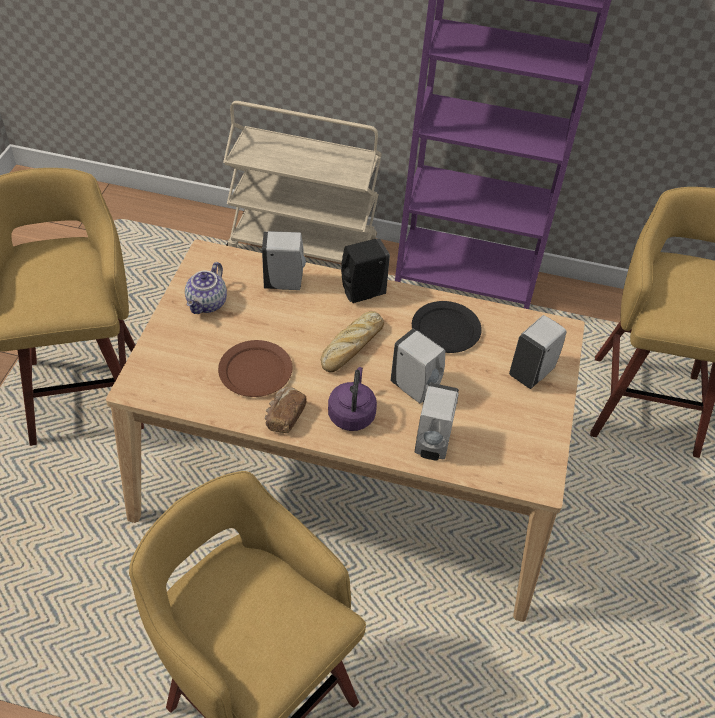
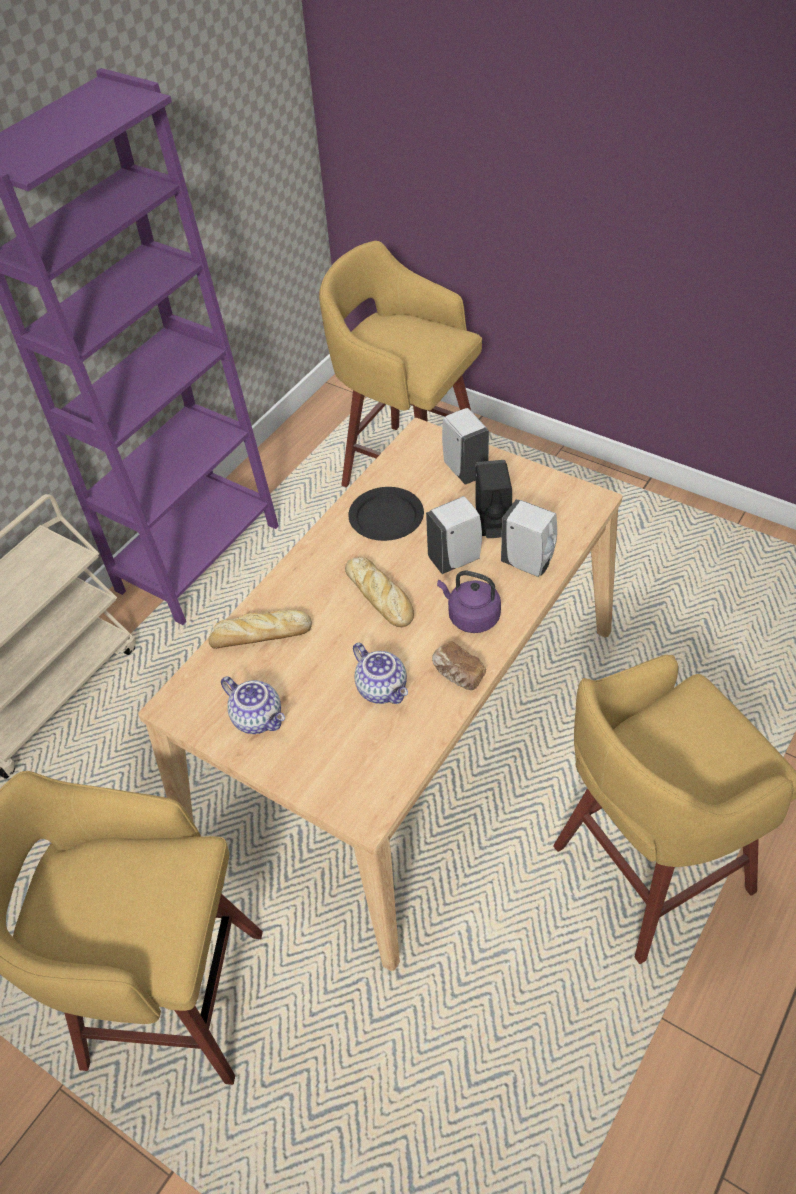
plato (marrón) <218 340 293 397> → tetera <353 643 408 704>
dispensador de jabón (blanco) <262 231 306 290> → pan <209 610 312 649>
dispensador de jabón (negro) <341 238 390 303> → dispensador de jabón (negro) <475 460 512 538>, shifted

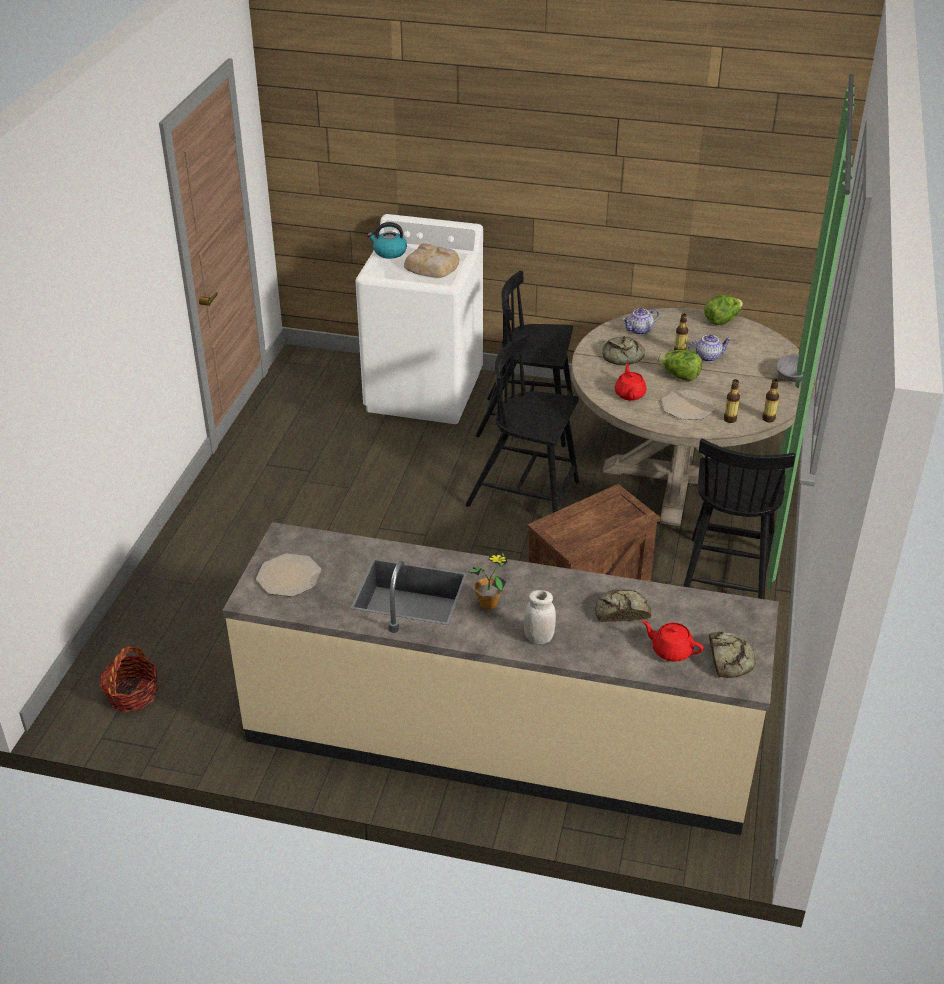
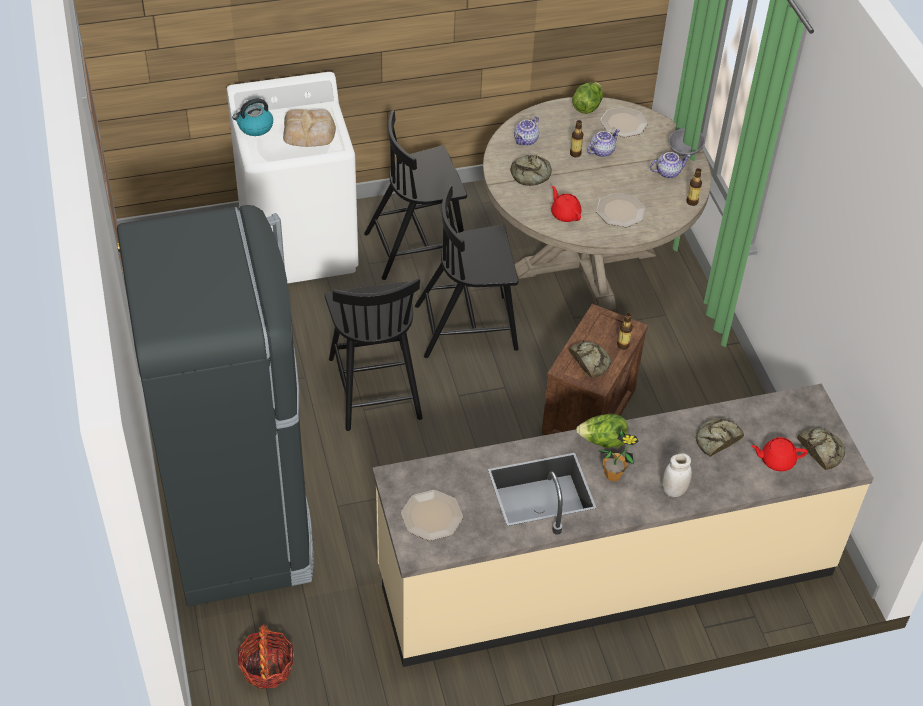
lechuga <657 350 702 381> → lechuga <576 414 628 448>, shifted
silla (negro) <683 438 795 599> → silla (negro) <324 278 423 431>, shifted
botella <724 379 740 423> → botella <617 313 632 350>, shifted
- → nevera (negro) <117 205 314 607>
- → pan <569 342 611 378>
- → plato <600 107 648 137>
- → tetera <650 152 691 178>

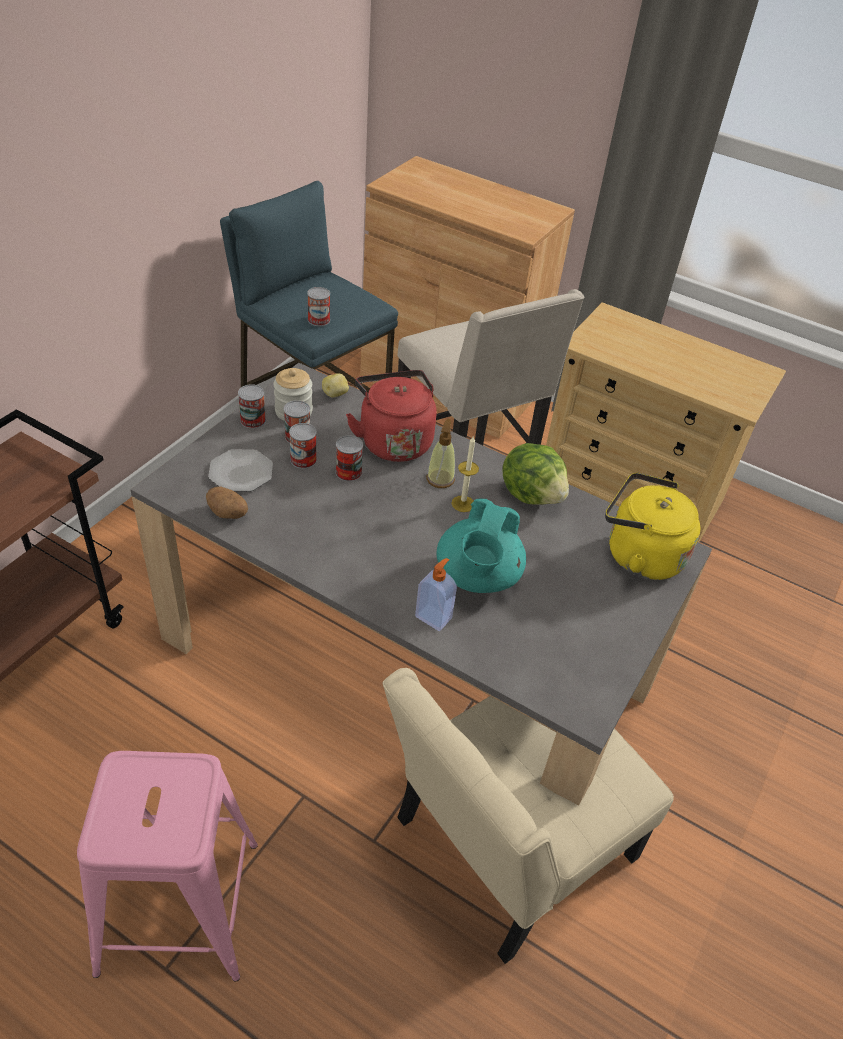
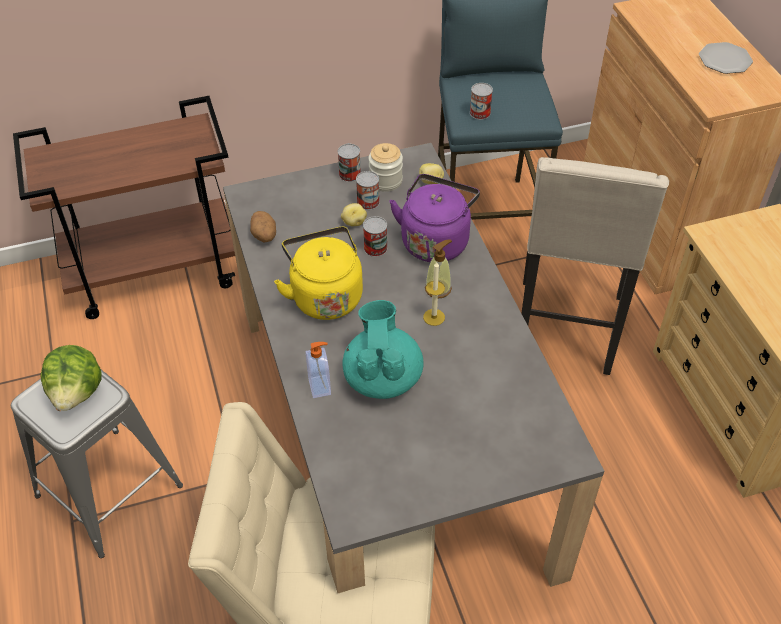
taburete (rosa) <77 751 258 982> → taburete (gris) <11 370 183 558>
plato <208 449 273 492> → plato <699 42 753 74>, shifted
lata <289 423 317 469> → patata <341 203 367 226>
hervidor (rojo) <346 370 436 462> → hervidor (morado) <389 174 480 262>
tetera (turquesa) <436 499 526 593> → tetera (turquesa) <343 300 423 399>, 120 degrees clockwise
lechuga <503 443 569 505> → lechuga <41 345 102 411>, shifted
hervidor (amarillo) <605 473 700 580> → hervidor (amarillo) <274 227 363 320>, shifted

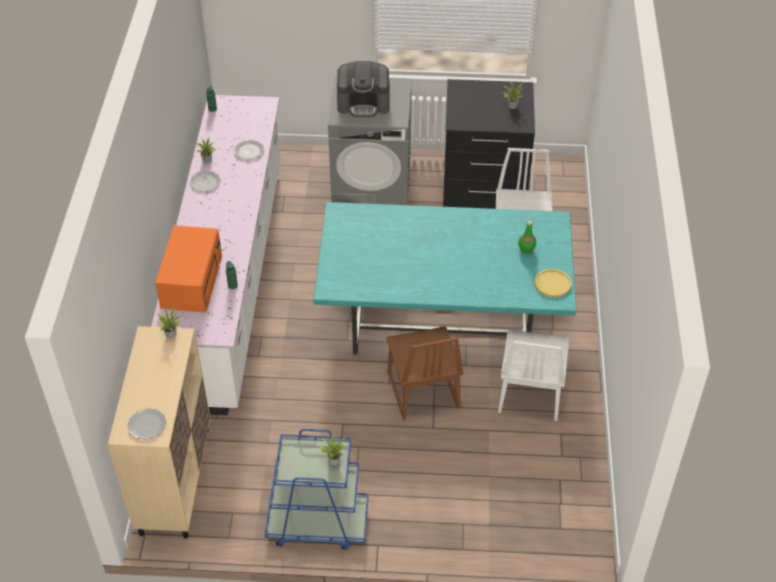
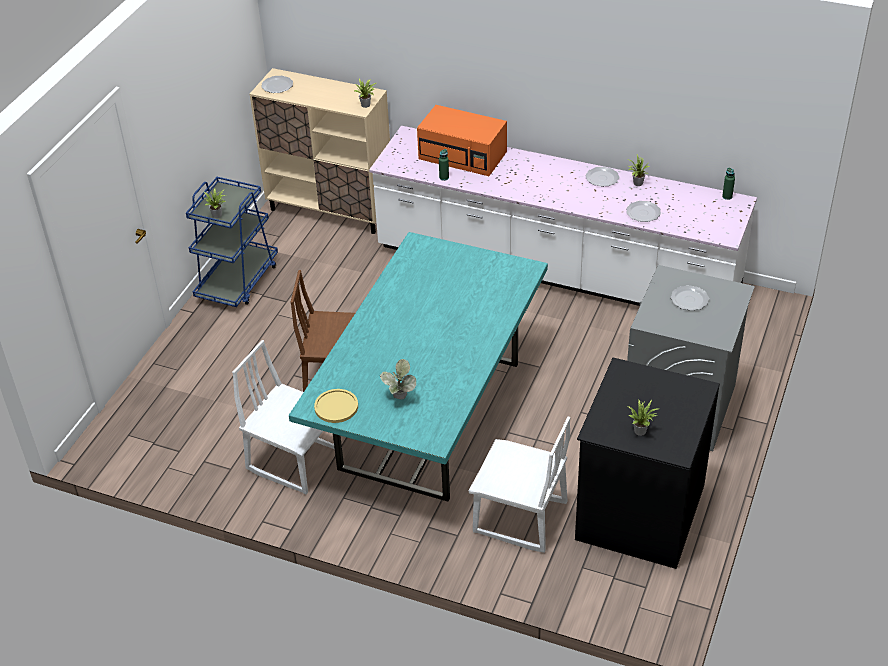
cafetera <337 61 390 117> → plato <671 285 709 311>
botella (verde) <518 221 536 254> → planta en maceta <380 359 416 399>

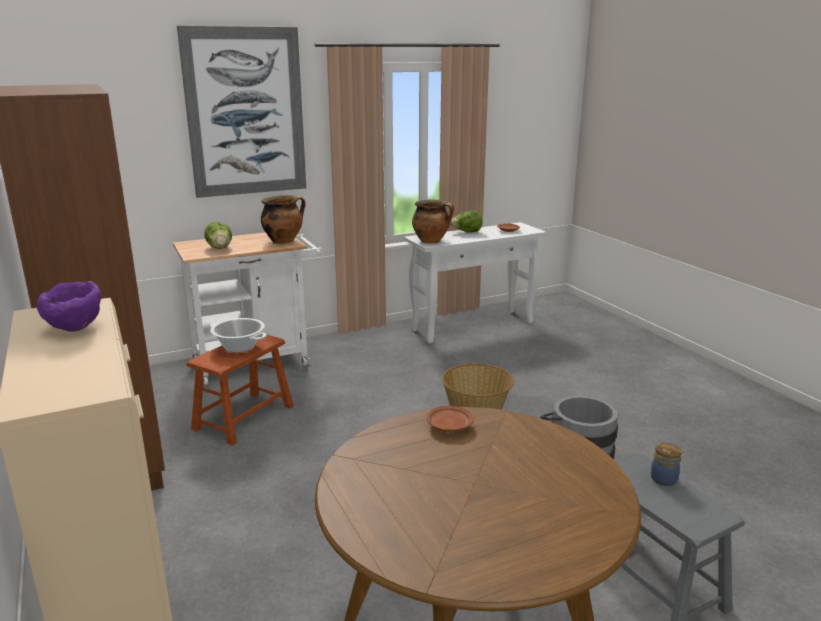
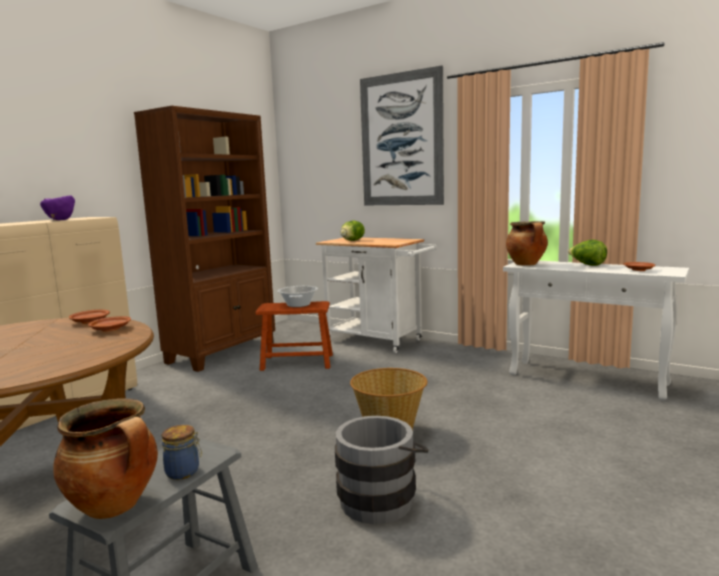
olla <261 195 306 244> → olla <53 398 158 519>, shifted
- → plato (marrón) <69 309 110 324>

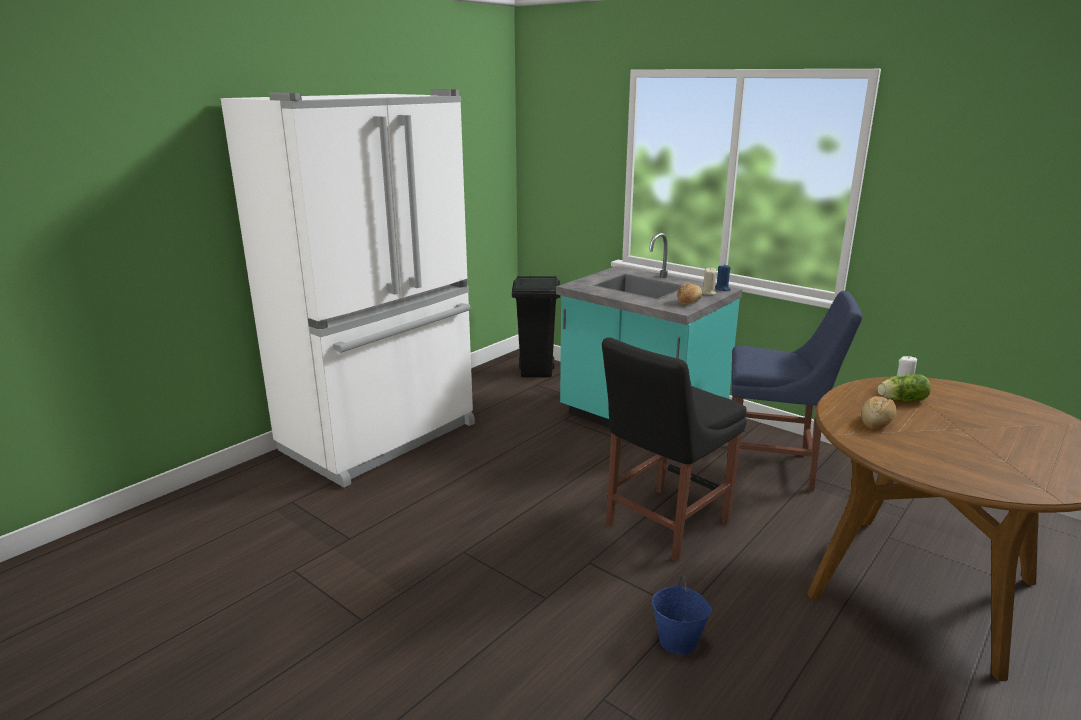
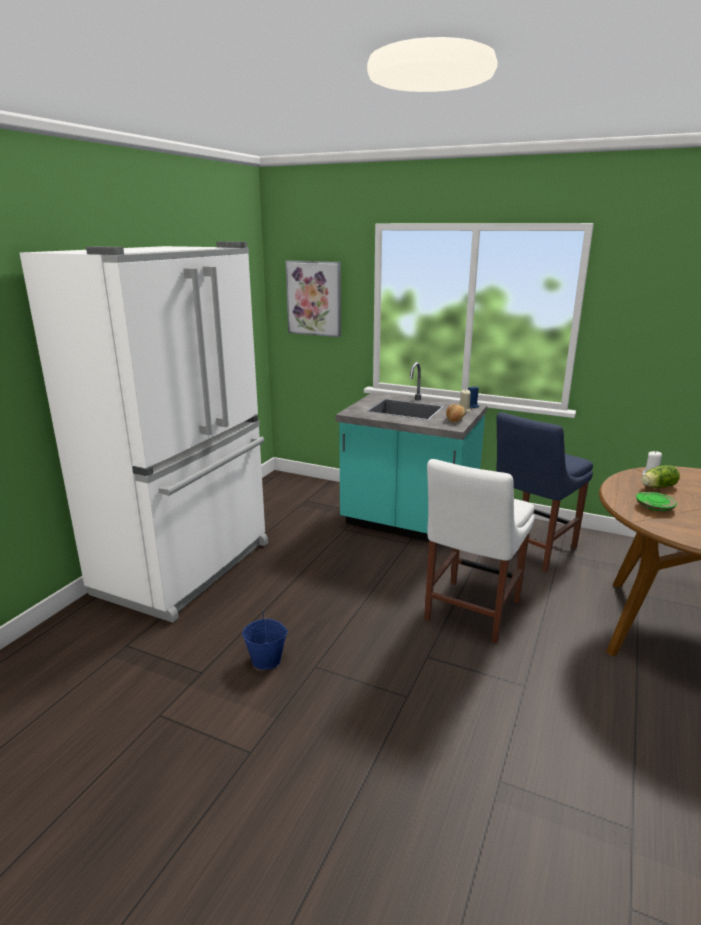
papelera (negro) <512 275 560 377> → -
silla (negro) <602 337 747 562> → silla (blanco) <424 459 535 643>
cubo (azul) <652 576 712 655> → cubo (azul) <242 610 288 670>, shifted
silla (azul) <728 291 863 492> → silla (azul) <496 412 593 572>, 135 degrees clockwise
pan <861 396 897 429> → plato (verde) <636 492 677 511>
- → cuadro <285 261 341 337>

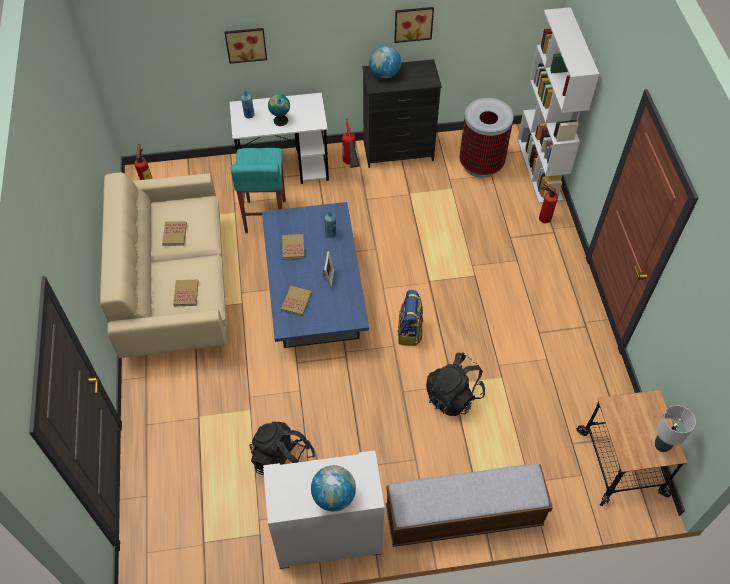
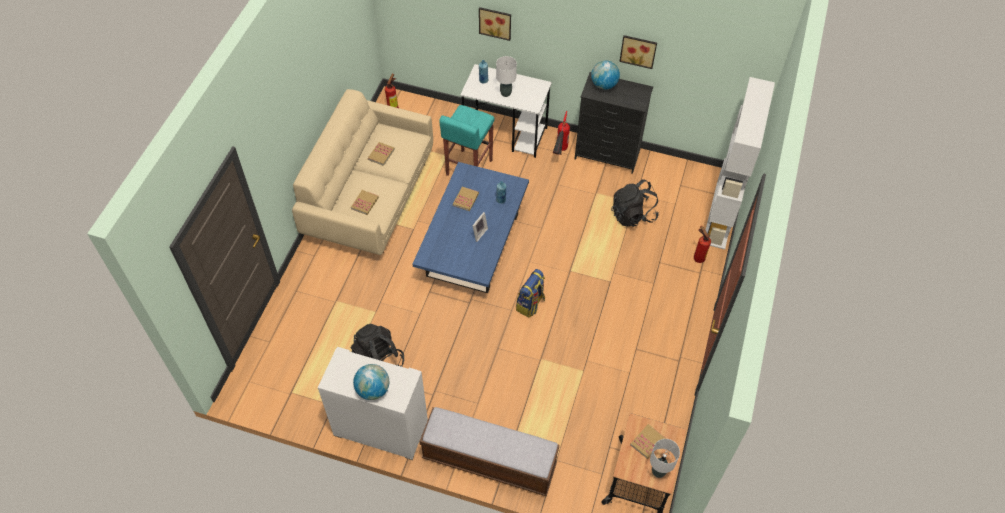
globo terráqueo <268 94 290 126> → lámpara de mesa (blanco) <496 56 517 97>
libro <281 286 312 316> → libro <630 424 665 459>, shifted
mochila (negro) <426 352 485 416> → mochila (negro) <611 179 658 227>, shifted
papelera <459 98 514 178> → -

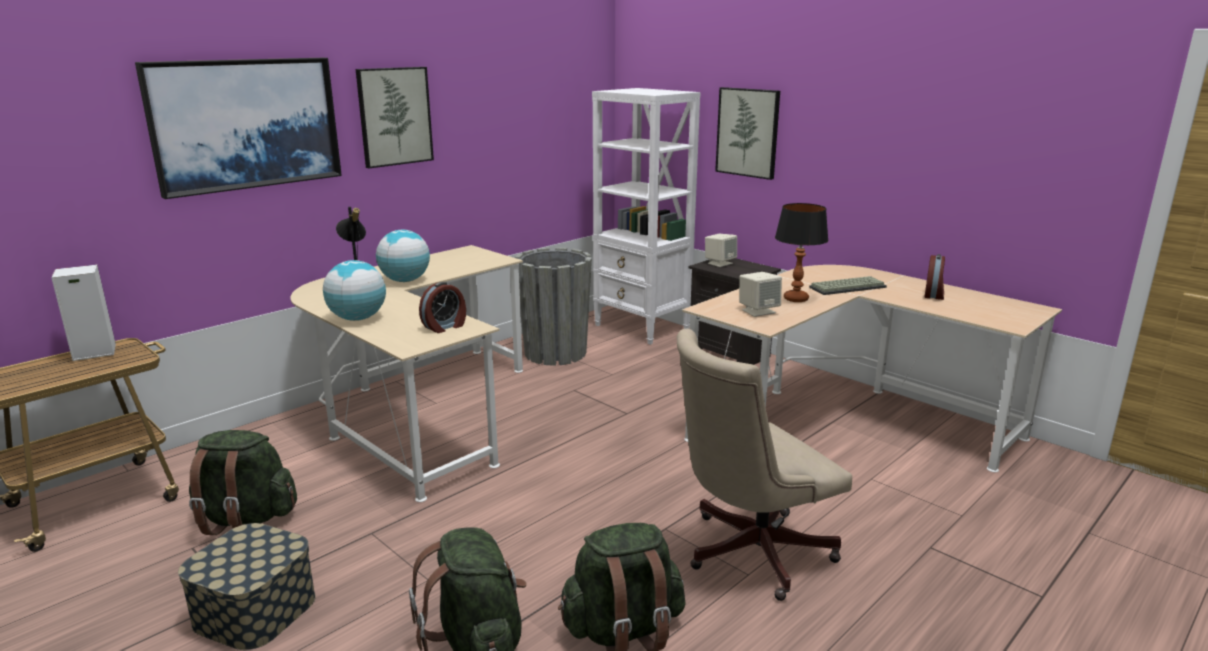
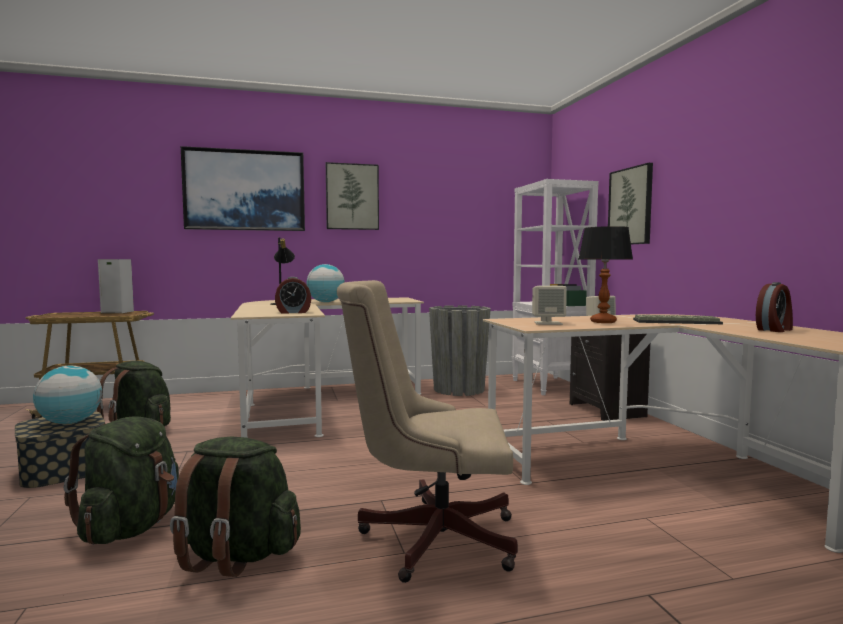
globo terráqueo <323 260 386 321> → globo terráqueo <33 366 102 424>, shifted

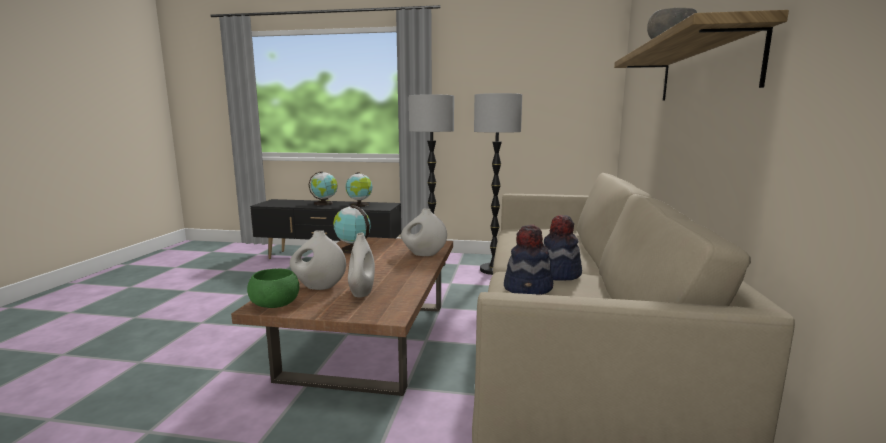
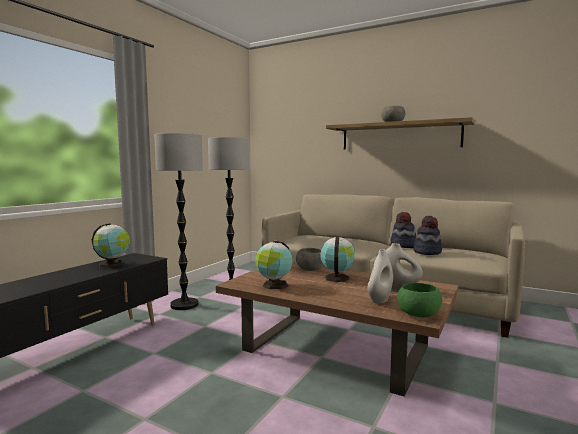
globo terráqueo <308 171 338 205> → globo terráqueo <320 236 355 282>, shifted
florero (blanco) <401 208 447 256> → cuenco (gris) <296 248 324 271>

